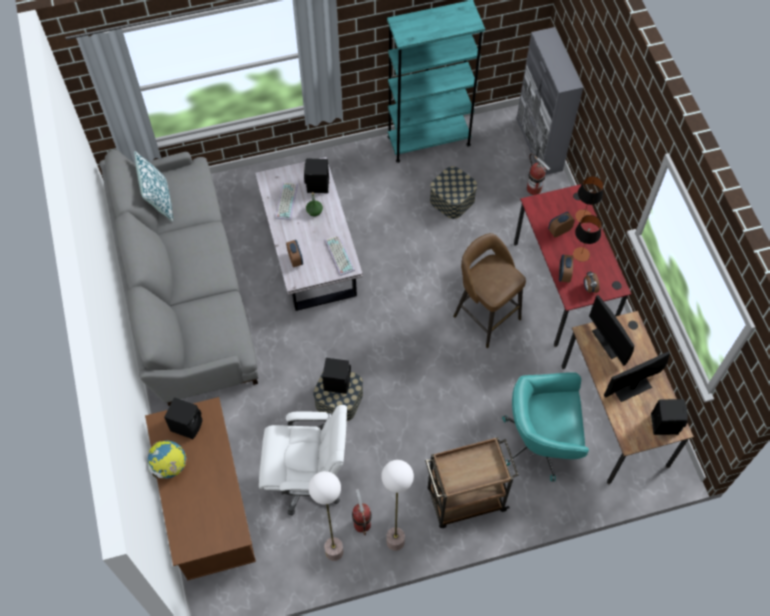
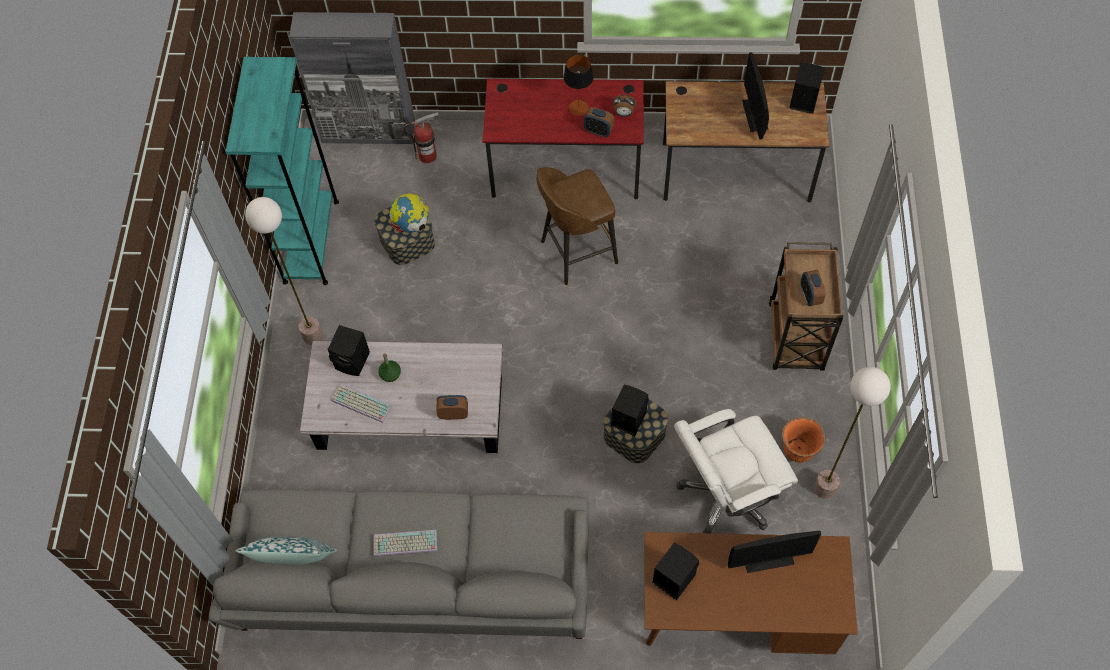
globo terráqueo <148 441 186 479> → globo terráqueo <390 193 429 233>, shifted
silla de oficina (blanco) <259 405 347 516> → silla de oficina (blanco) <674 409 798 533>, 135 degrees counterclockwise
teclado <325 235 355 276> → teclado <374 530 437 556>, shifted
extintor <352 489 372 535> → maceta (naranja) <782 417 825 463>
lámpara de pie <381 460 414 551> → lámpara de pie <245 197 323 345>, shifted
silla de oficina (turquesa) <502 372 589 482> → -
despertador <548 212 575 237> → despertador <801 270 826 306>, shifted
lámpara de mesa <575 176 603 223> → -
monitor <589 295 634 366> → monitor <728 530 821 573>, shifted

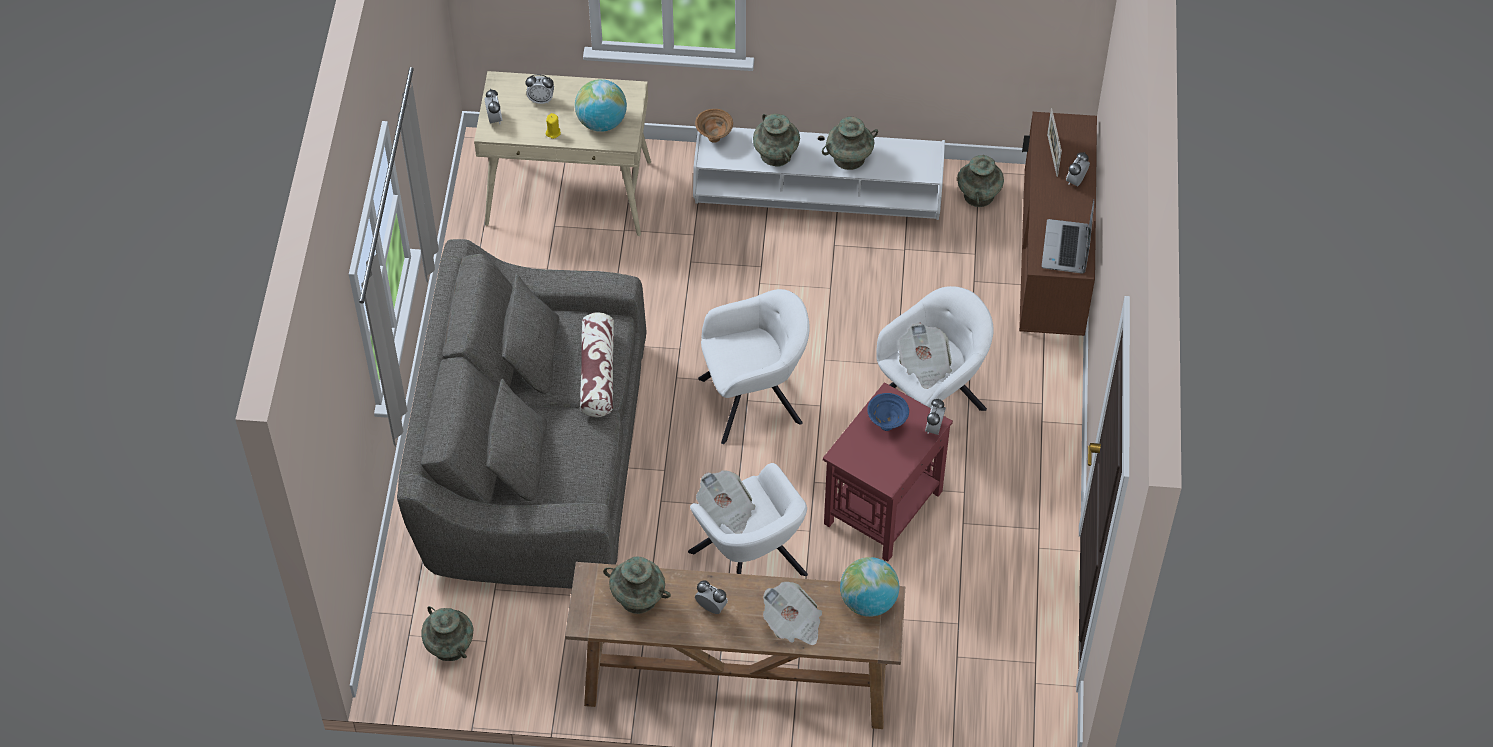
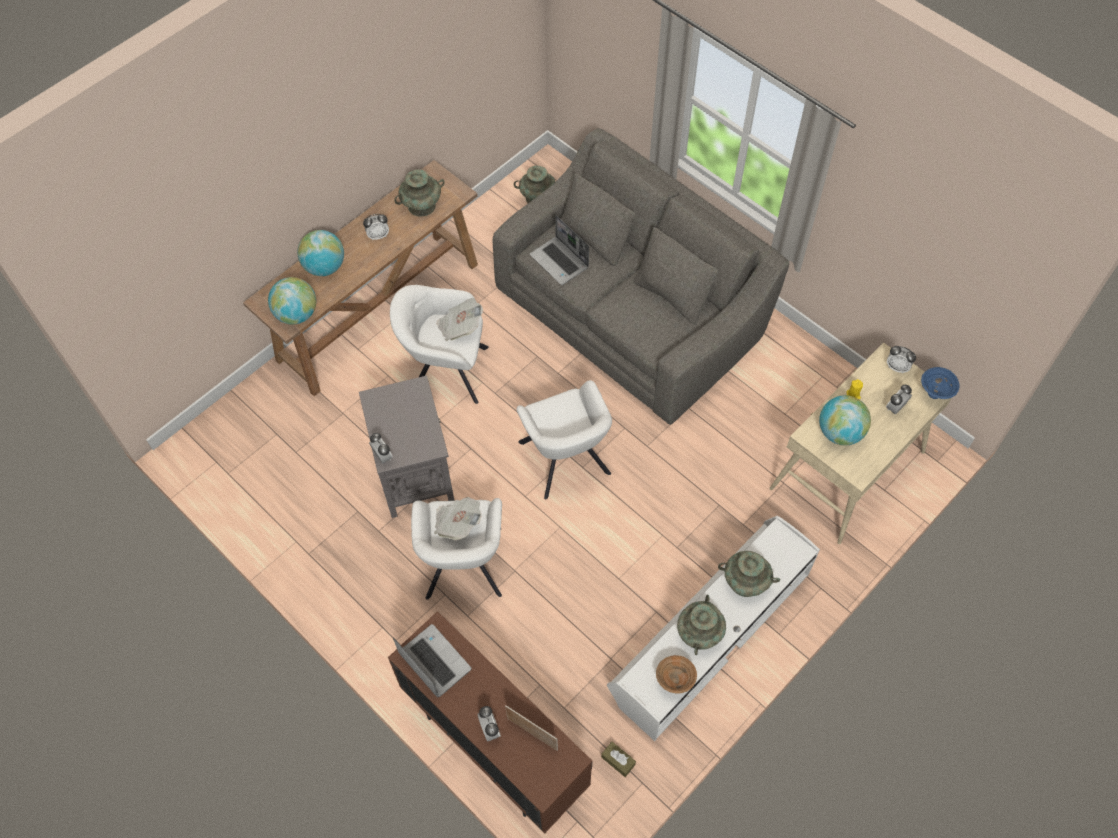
cojín <580 312 614 417> → -
cuenco (marrón) <695 109 733 143> → cuenco (marrón) <656 655 697 694>, shifted
sillón (blanco) <698 289 810 444> → sillón (blanco) <516 380 612 499>, 45 degrees counterclockwise
periódico <763 582 822 645> → globo terráqueo <297 230 344 276>
mesa auxiliar (rojo) <823 382 953 562> → mesa auxiliar (gris) <359 375 455 518>
cuenco (azul) <867 393 909 431> → cuenco (azul) <921 367 960 399>, shifted
florero (turquesa) <957 155 1004 207> → caja de pañuelos (marrón) <601 742 636 777>
- → portátil <530 215 589 285>

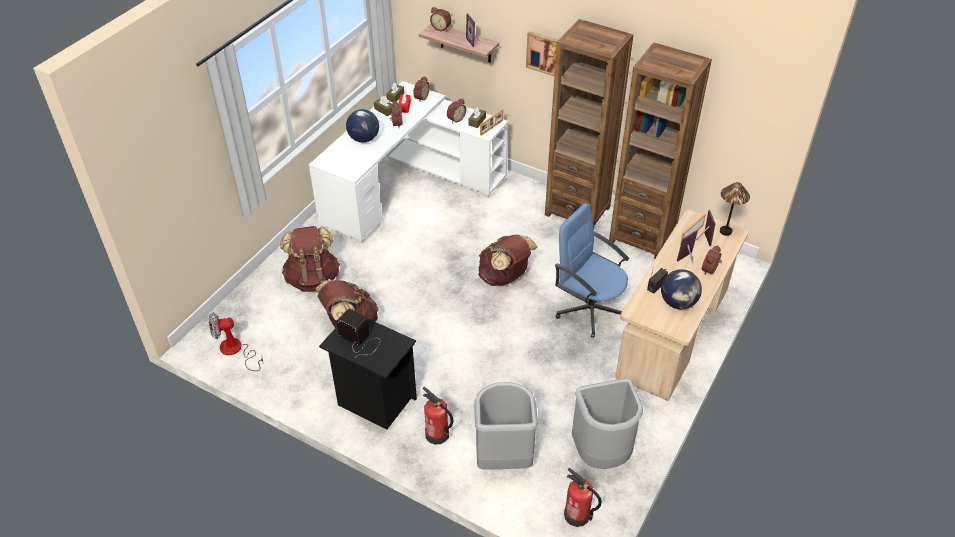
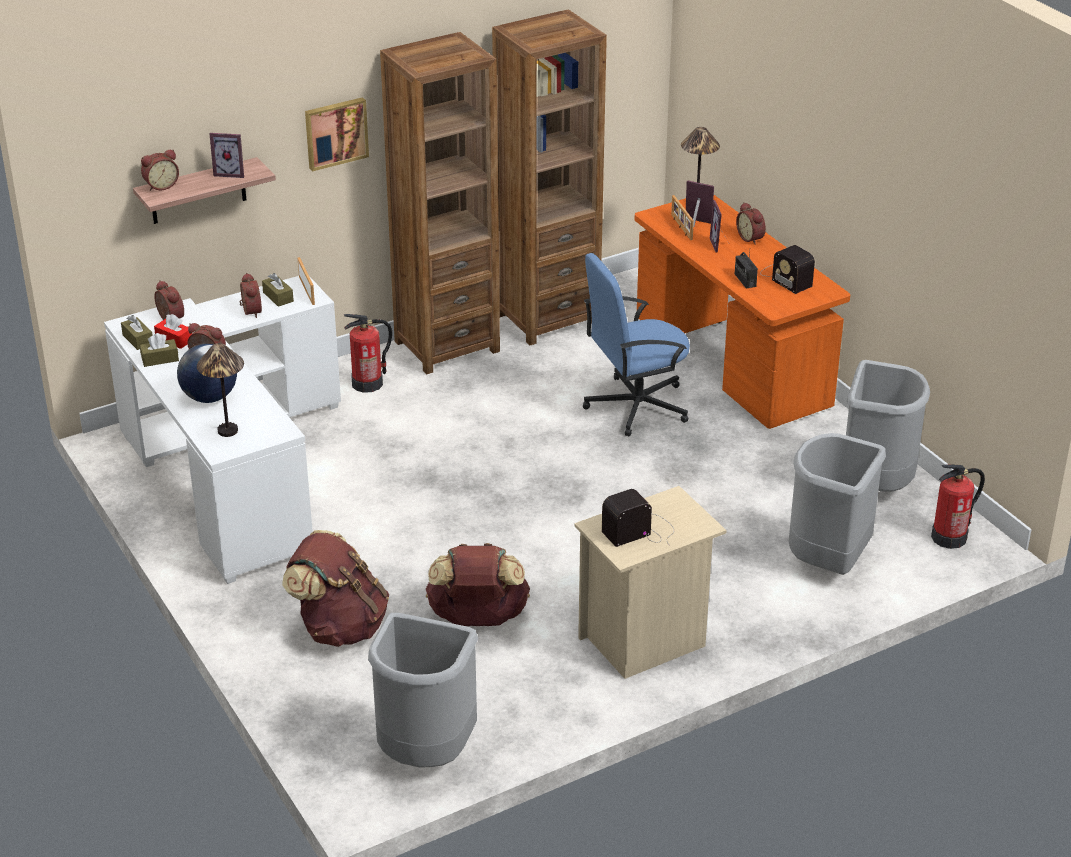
ventilador <209 313 263 371> → papelera (gris) <368 613 478 768>
mesita de noche (negro) <319 318 417 430> → mesita de noche (beis) <574 486 727 679>
extintor <423 387 453 445> → extintor <344 314 392 393>, shifted
mochila (marrón) <478 235 538 286> → -
escritorio (beis) <615 210 749 401> → escritorio (naranja) <635 195 850 429>
globo terráqueo <661 269 702 309> → radio <760 245 815 294>
- → lámpara de mesa <197 343 244 437>

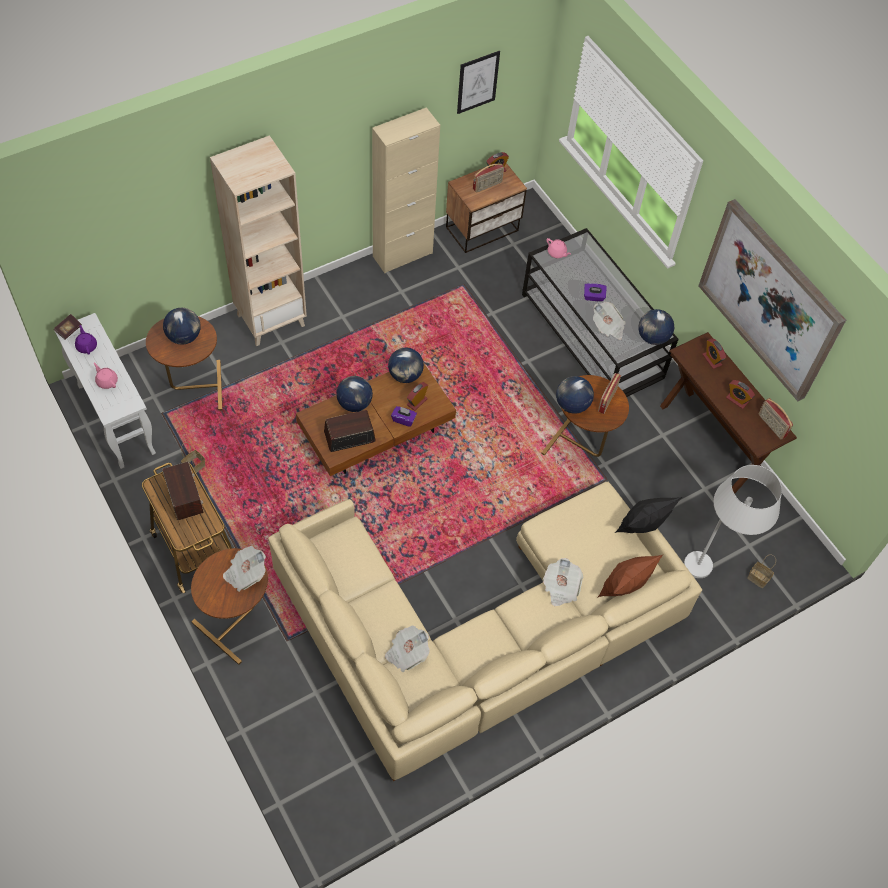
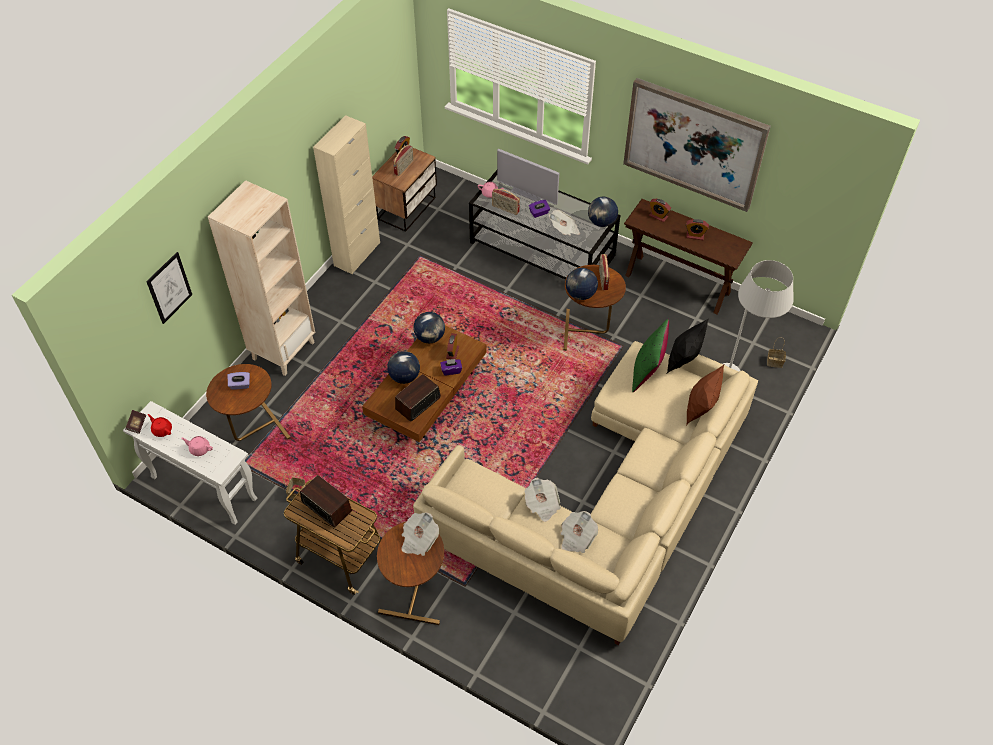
tetera (morado) <75 325 97 355> → tetera (rojo) <148 414 172 437>
globo terráqueo <163 308 201 345> → caja de pañuelos (morado) <228 372 250 390>
cuadro <457 51 500 114> → cuadro <146 252 192 324>, shifted
periódico <543 558 583 606> → periódico <525 478 561 522>, shifted
radio <758 398 793 439> → radio <492 189 520 215>, shifted
- → televisor <497 149 559 205>
- → cojín (verde) <632 319 669 392>

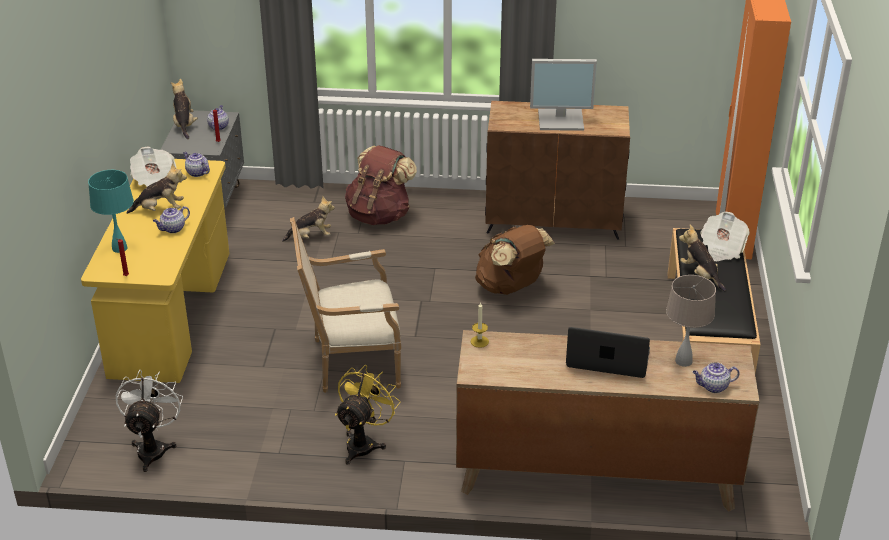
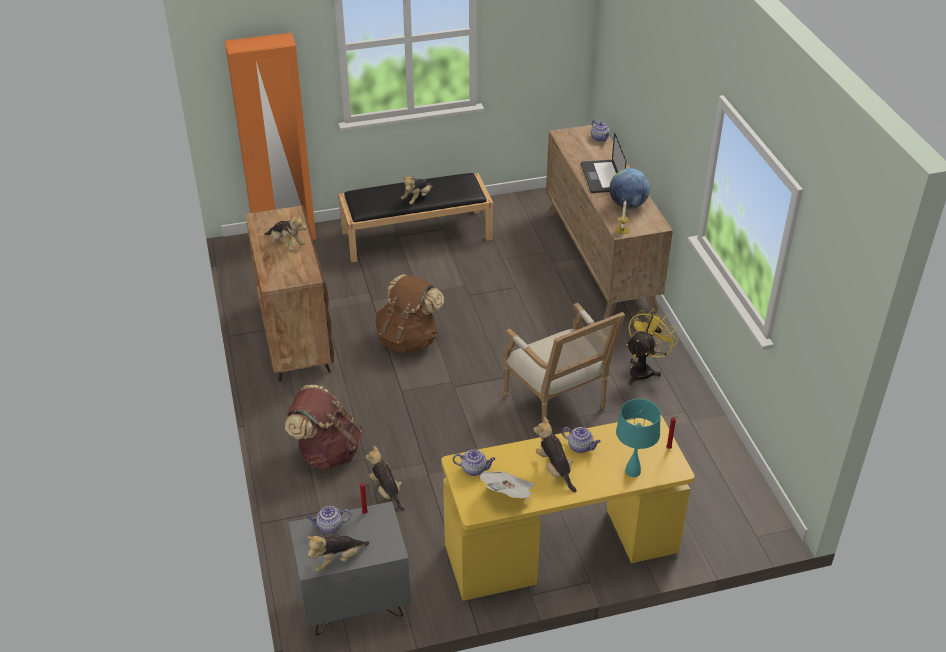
ventilador (blanco) <116 370 183 472> → -
tetera <183 152 210 177> → tetera <453 449 495 476>, 105 degrees counterclockwise
ventilador (amarillo) <335 365 401 465> → ventilador (amarillo) <626 309 678 385>, 120 degrees clockwise
monitor <530 59 597 131> → peluche <264 212 307 250>
lámpara de mesa (beis) <666 275 716 367> → -
periódico <700 212 750 261> → -
- → globo terráqueo <609 168 650 209>

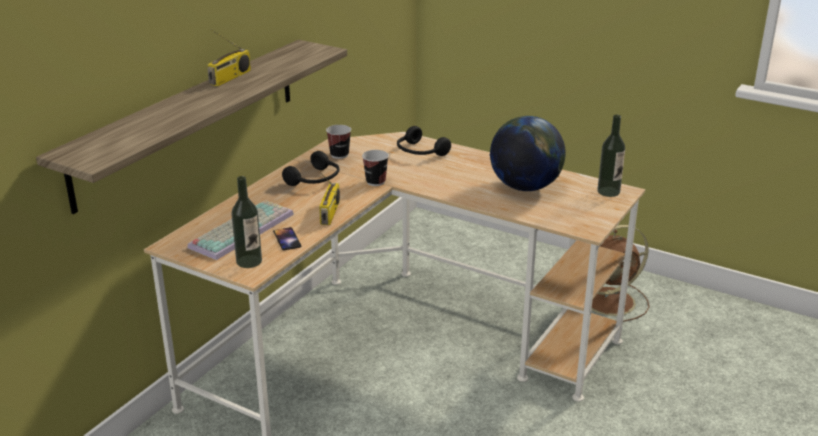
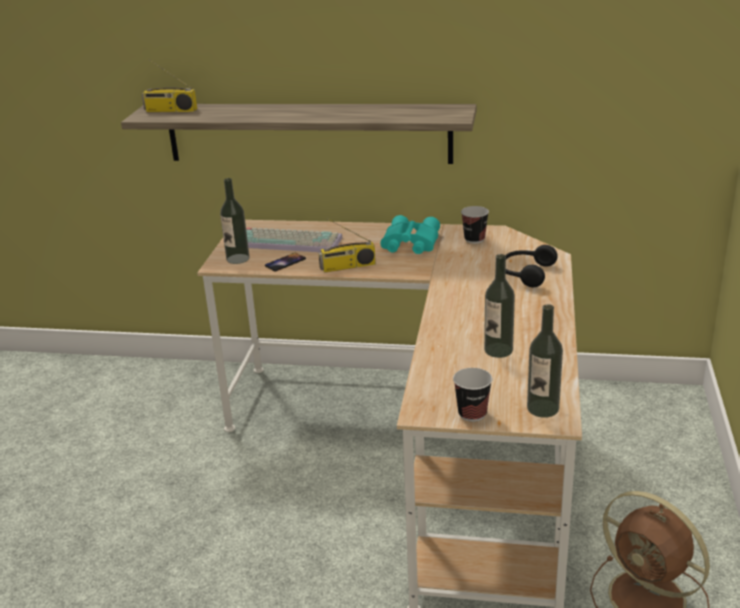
radio <207 29 251 86> → radio <142 59 197 112>, shifted
auriculares (negro) <282 151 340 186> → prismáticos (turquesa) <381 215 440 254>
taza <362 150 389 186> → taza <453 368 492 422>, shifted
globo terráqueo <490 116 566 191> → botella <484 254 515 358>

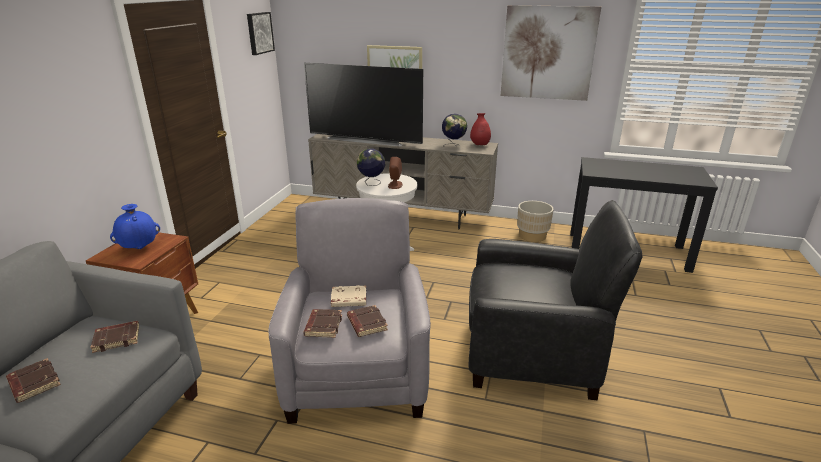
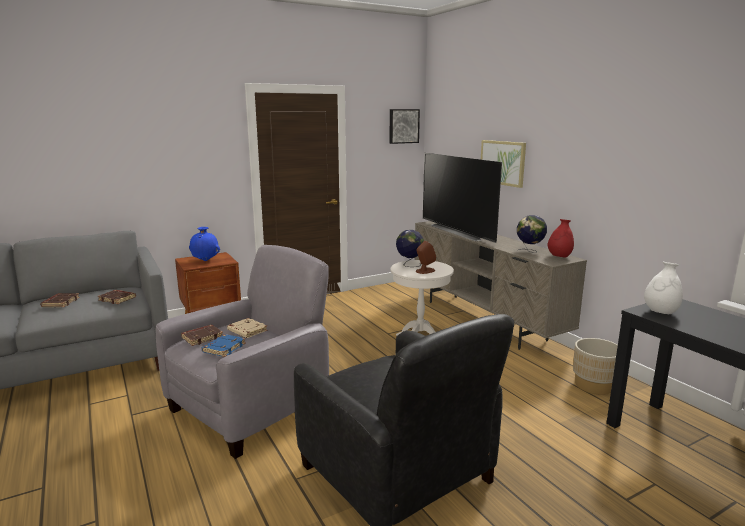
libro (marrón) <347 305 388 337> → libro (azul) <201 334 246 357>
cuadro <501 5 601 101> → -
- → florero (blanco) <644 262 683 314>

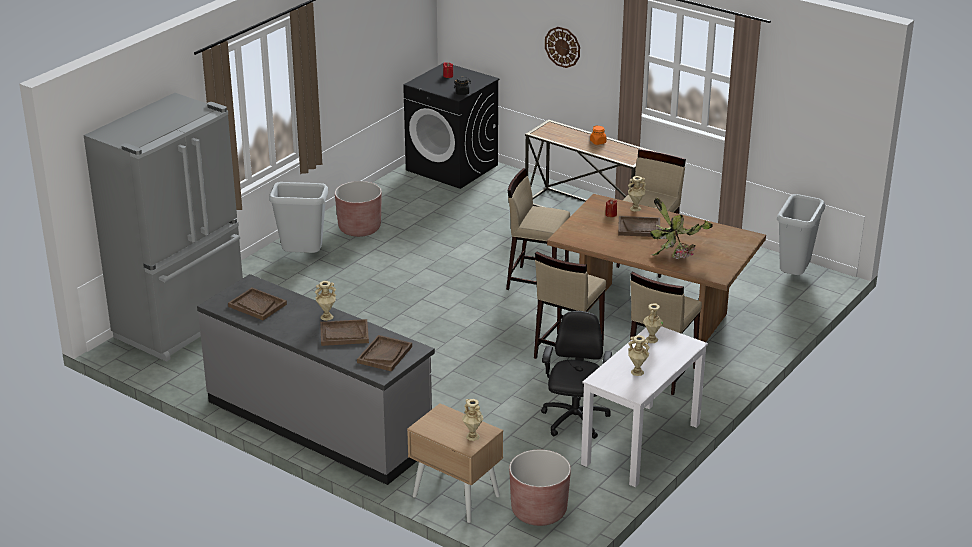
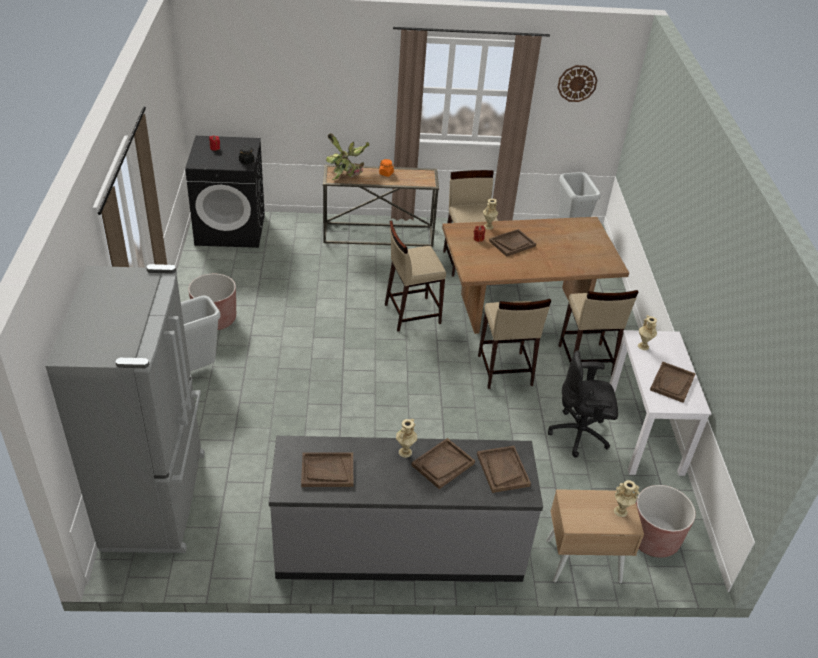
silla de oficina (negro) <541 311 612 439> → silla de oficina (negro) <548 350 618 458>, 60 degrees counterclockwise
reloj de pared <545 27 580 68> → reloj de pared <558 65 597 102>, shifted
florero (beis) <628 335 650 376> → bandeja (marrón) <650 362 696 403>
planta en maceta <650 198 713 260> → planta en maceta <326 133 369 180>, shifted

